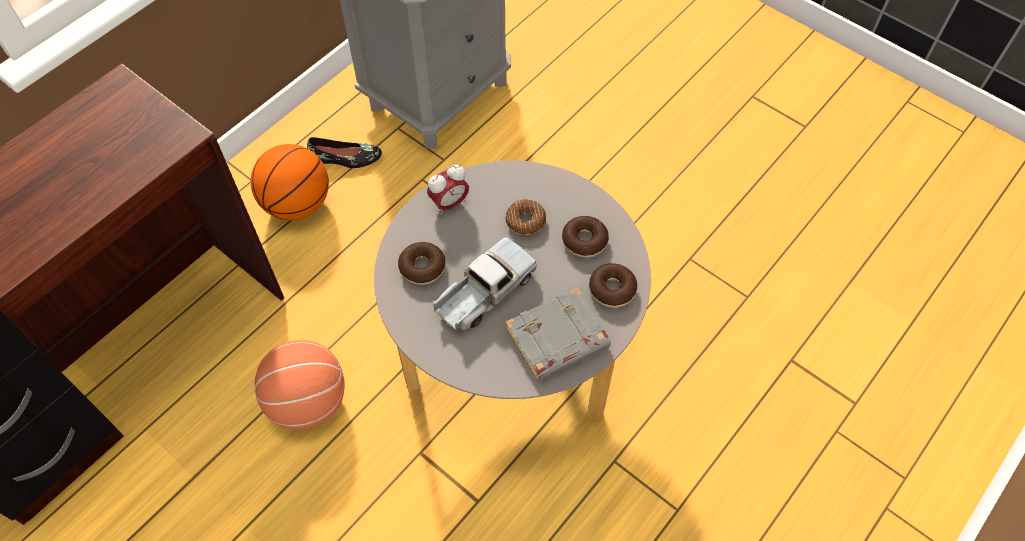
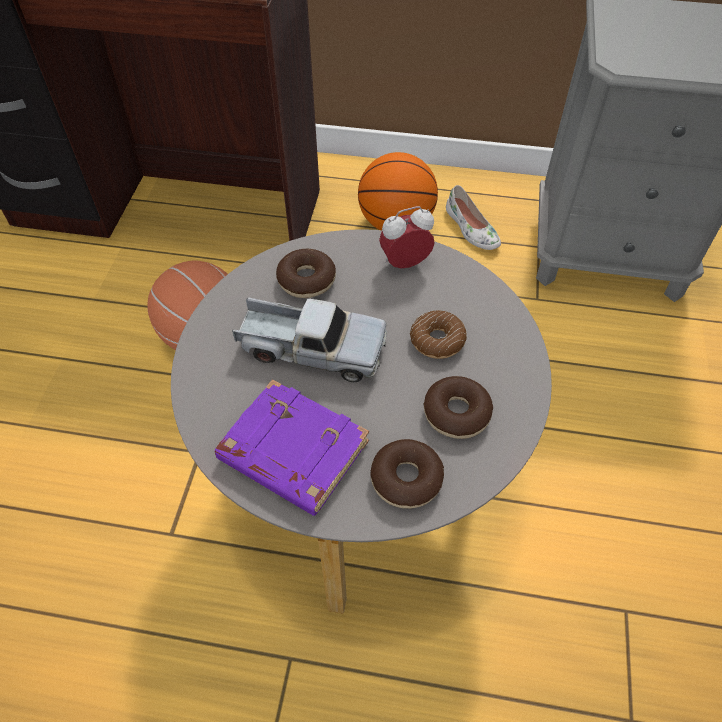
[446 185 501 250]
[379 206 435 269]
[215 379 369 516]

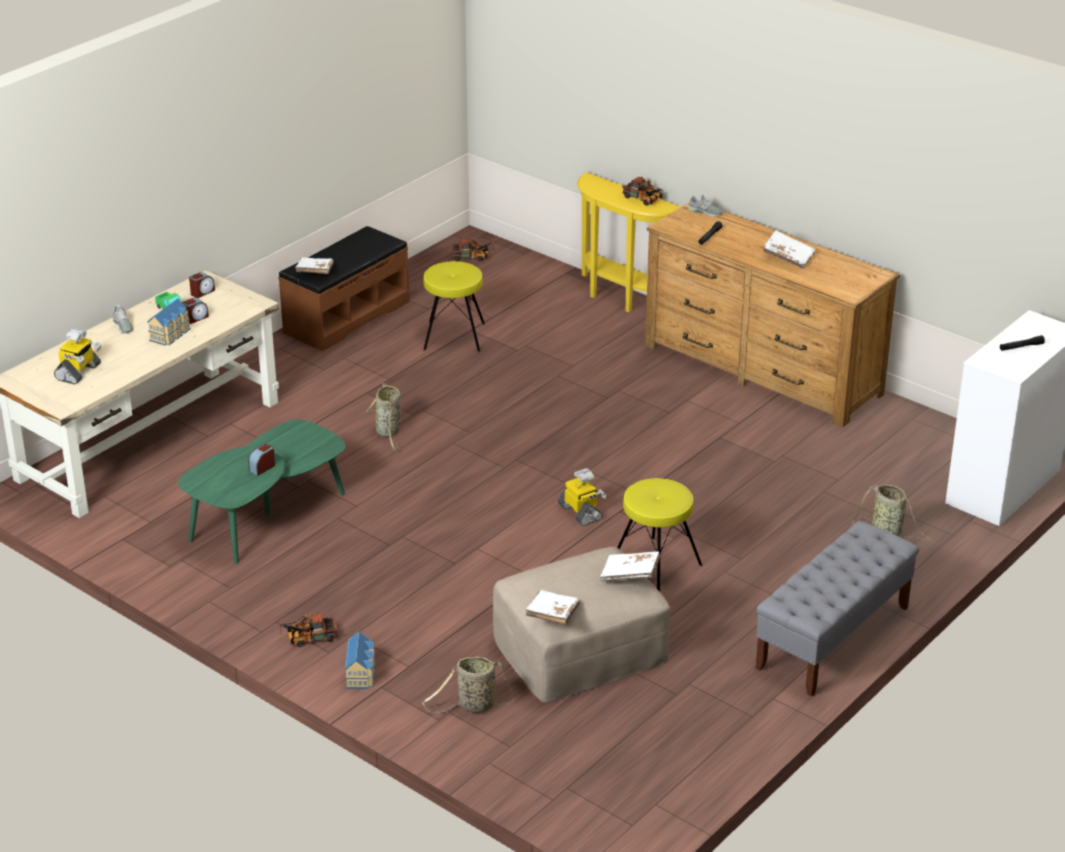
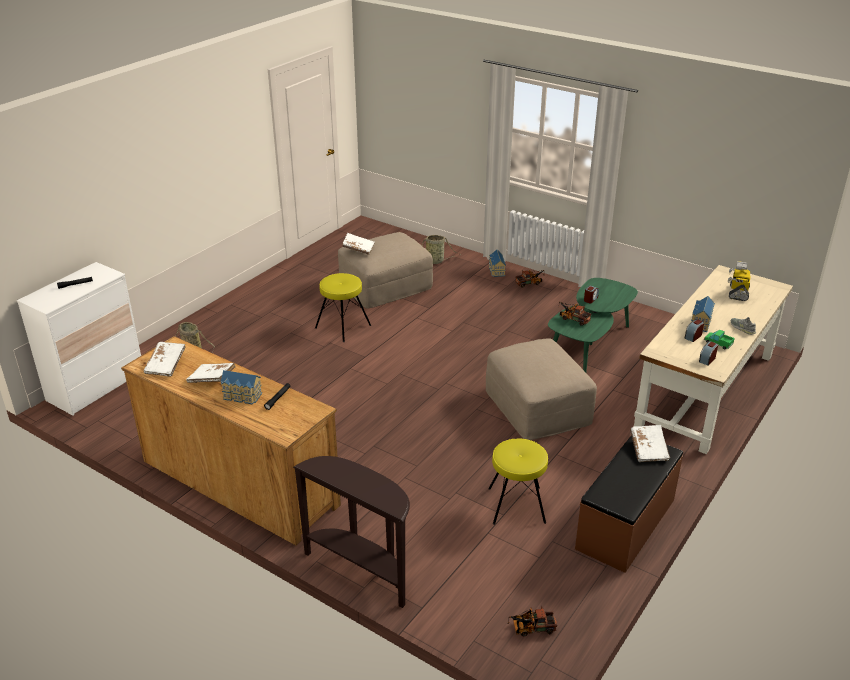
[293 456 410 608]
[558 302 591 326]
[688 195 723 216] (first image)
[486 338 597 440]
[558 468 606 526] (first image)
[756 521 919 697] (first image)
[144 342 186 377]
[221 370 262 404]

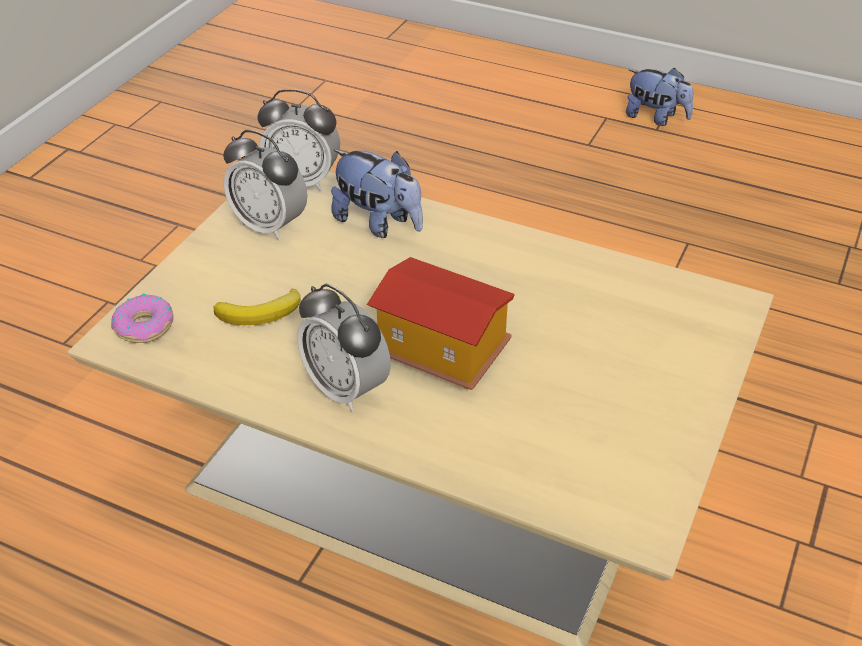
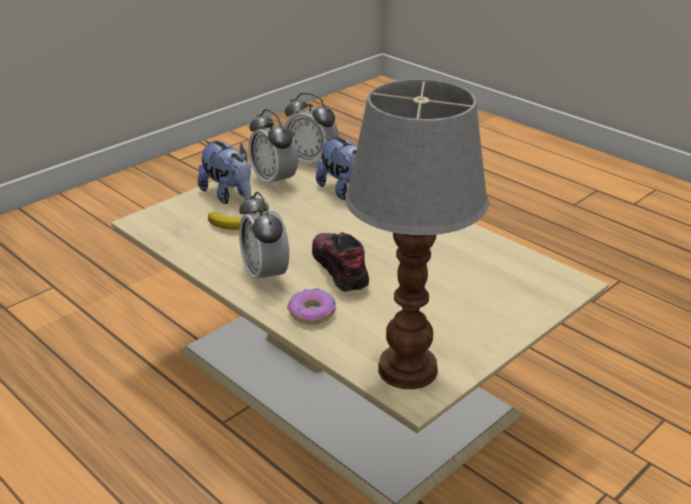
[198 140 251 204]
[312 232 369 292]
[287 288 336 325]
[345 79 489 389]

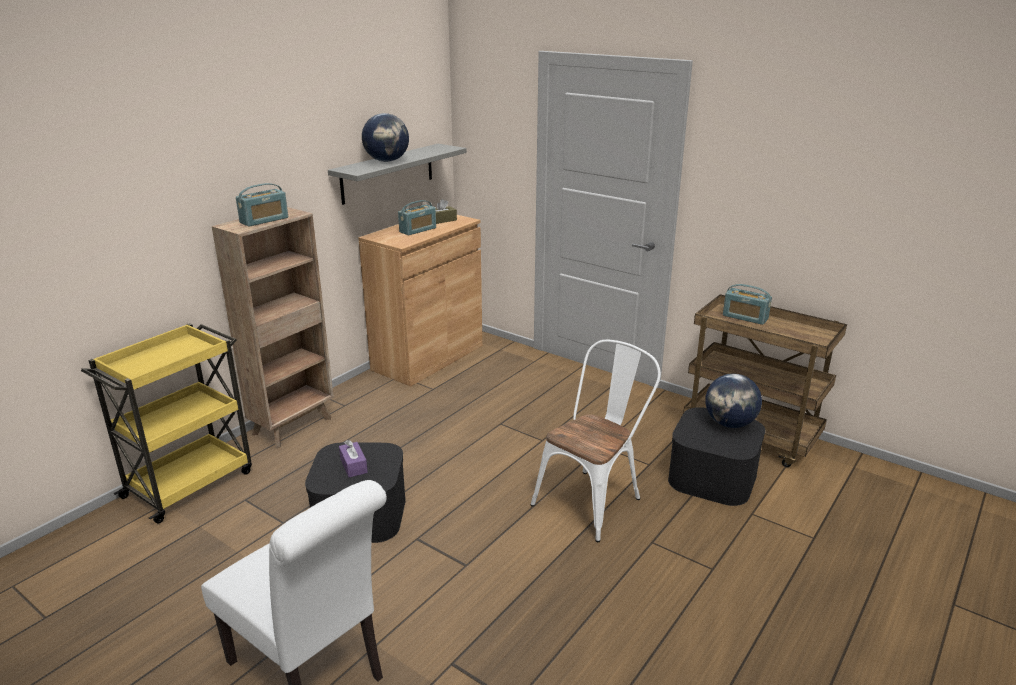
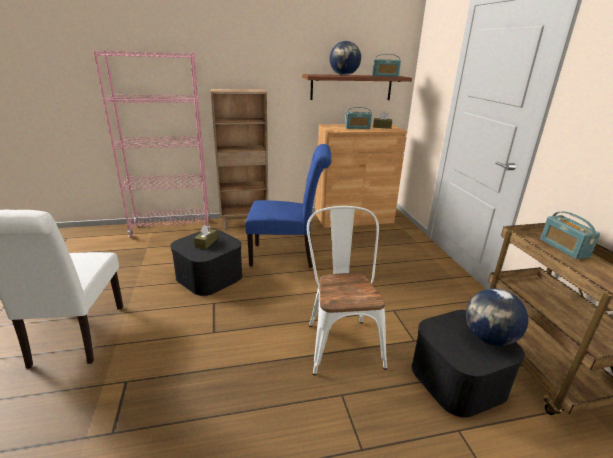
[302 74 412 100]
[372 54 401 77]
[93 50 210 238]
[307 206 387 375]
[194 225 217 249]
[245 144 331 268]

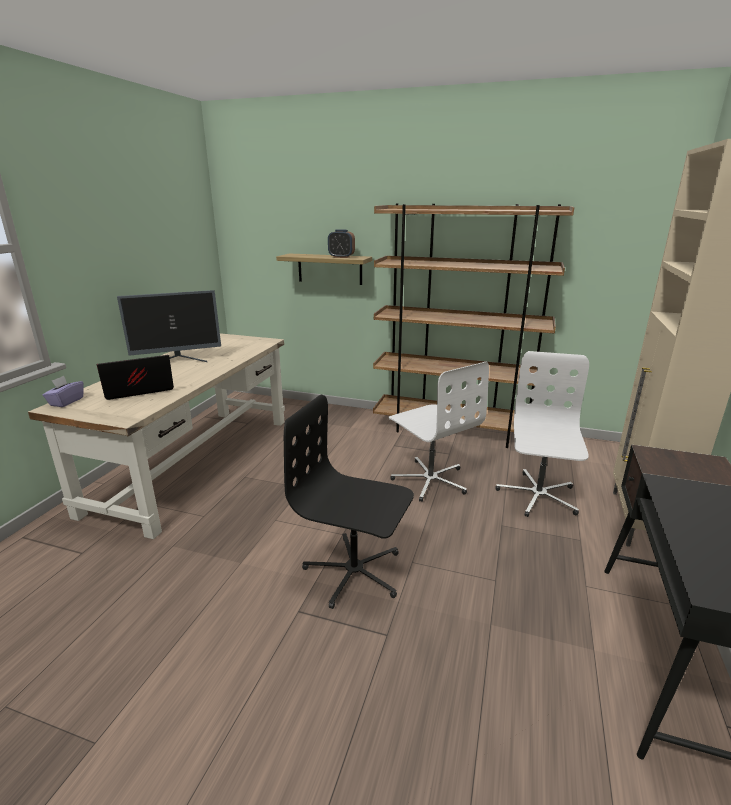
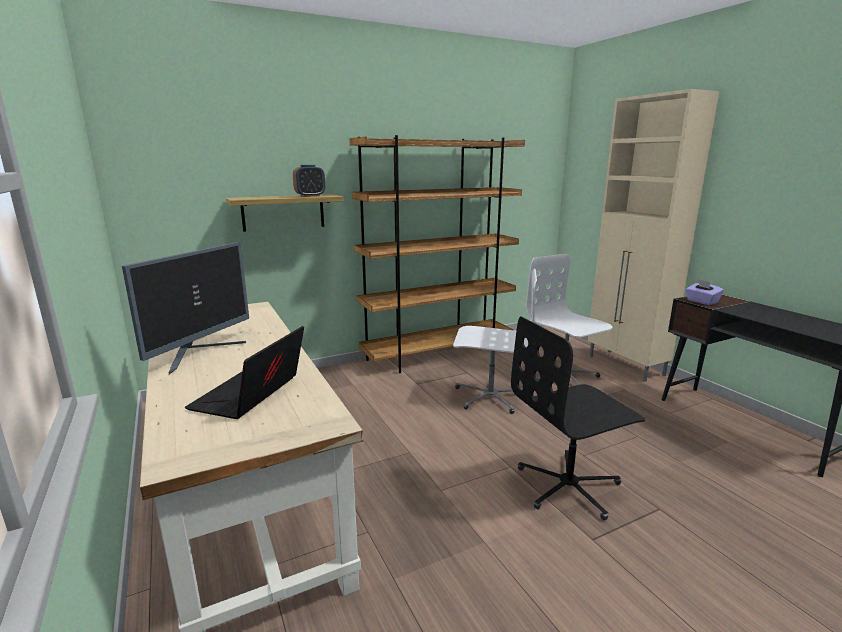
[686 279 724 305]

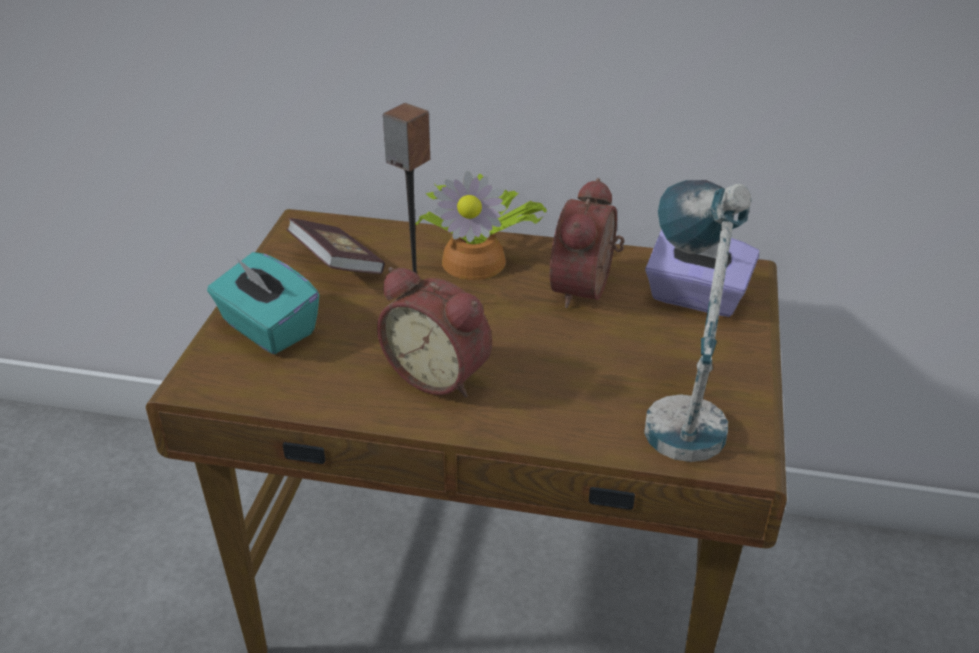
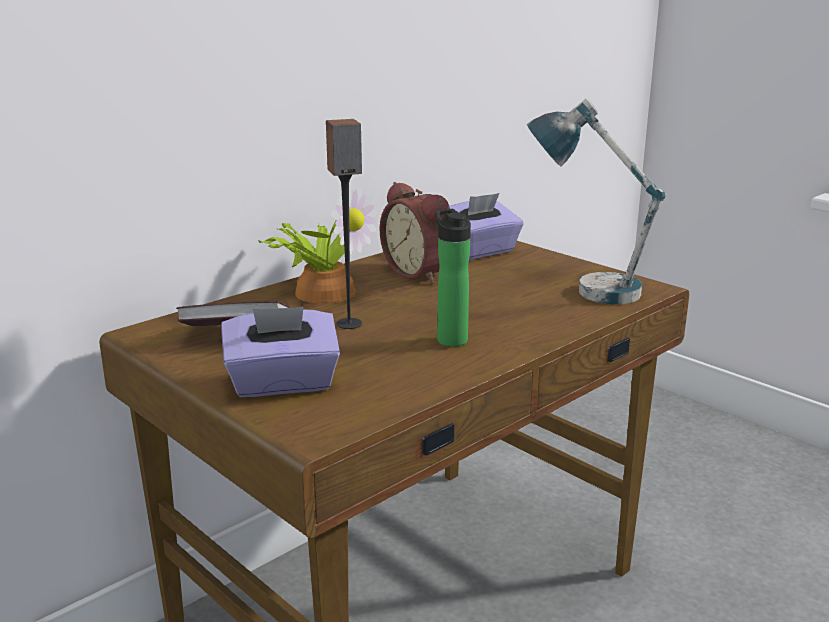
[221 307 340 397]
[435 209 471 347]

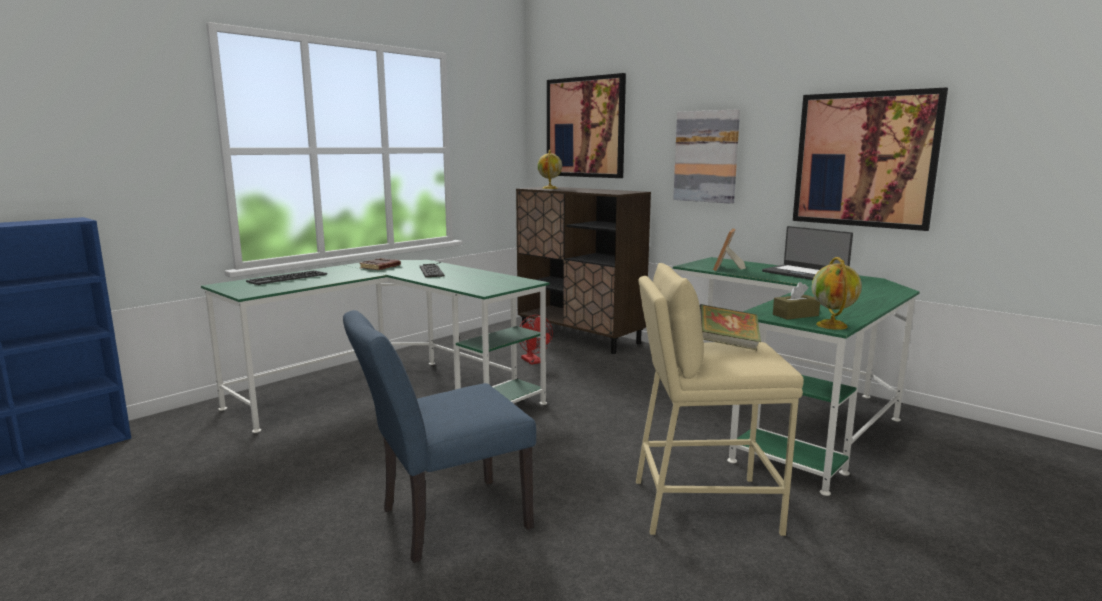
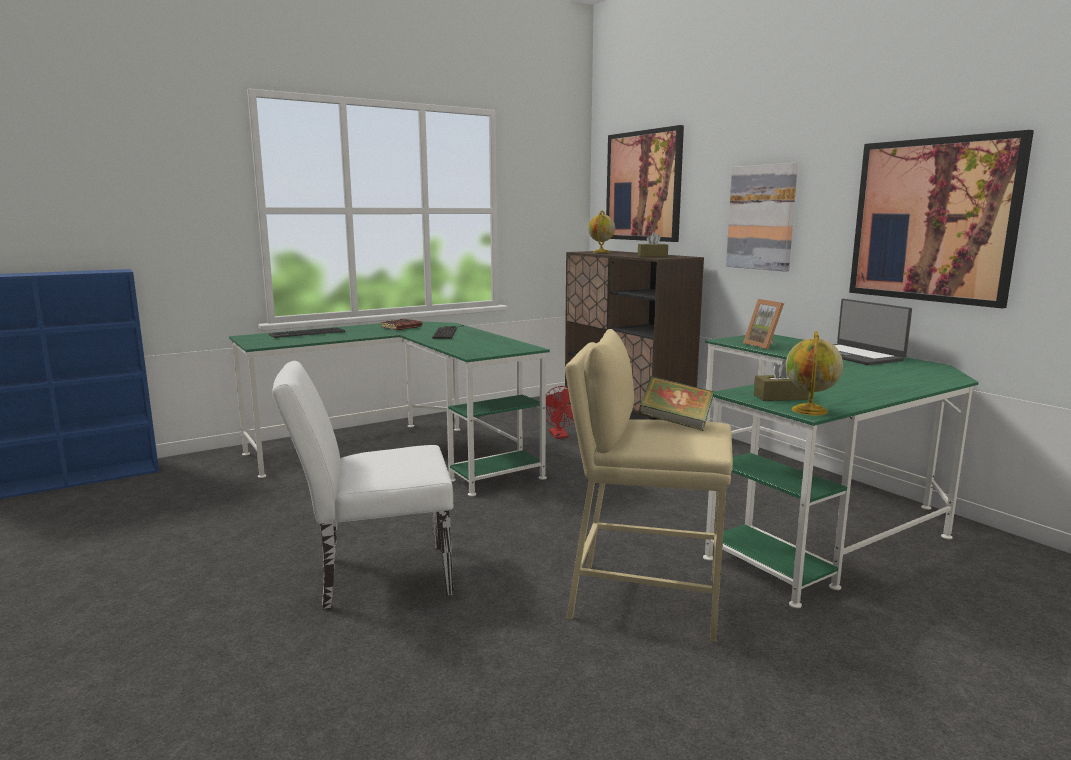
[743 299 784 349]
[272 361 454 610]
[638 232 668 257]

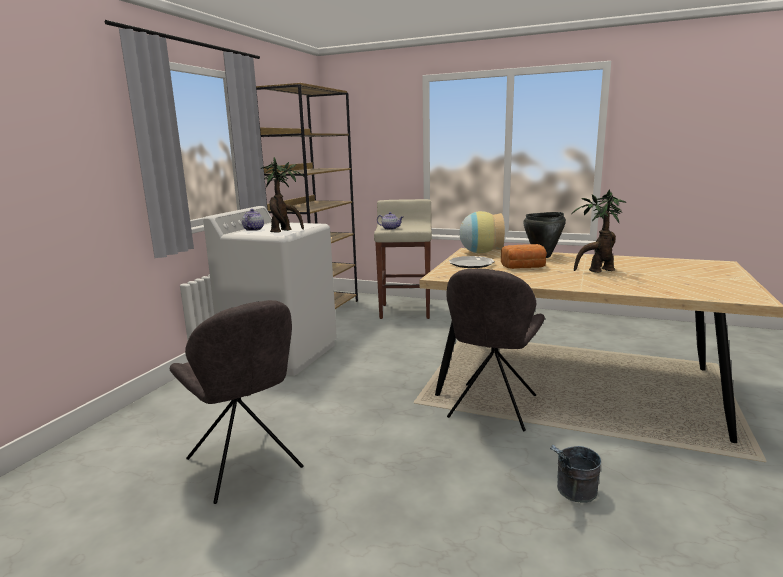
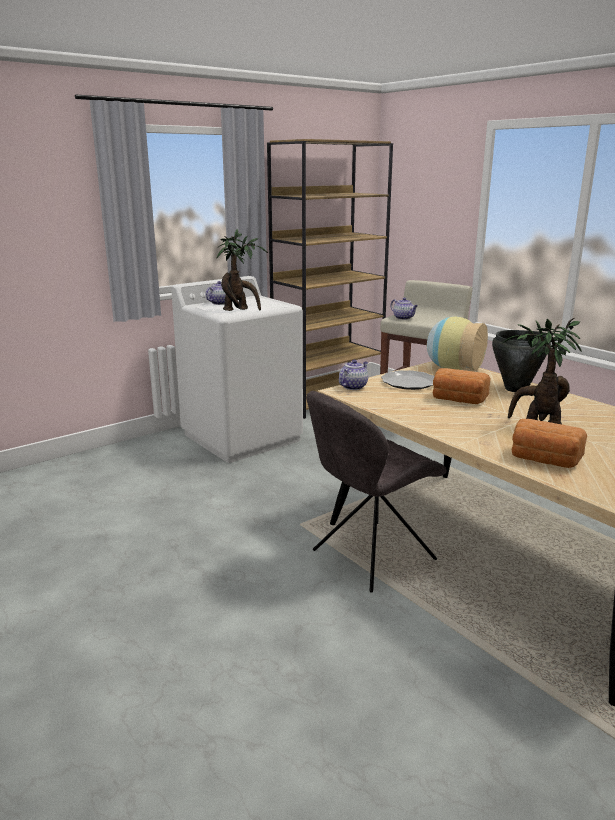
[170 300 304 504] (first image)
[550 445 601 503] (first image)
[339 360 368 390]
[512 419 587 468]

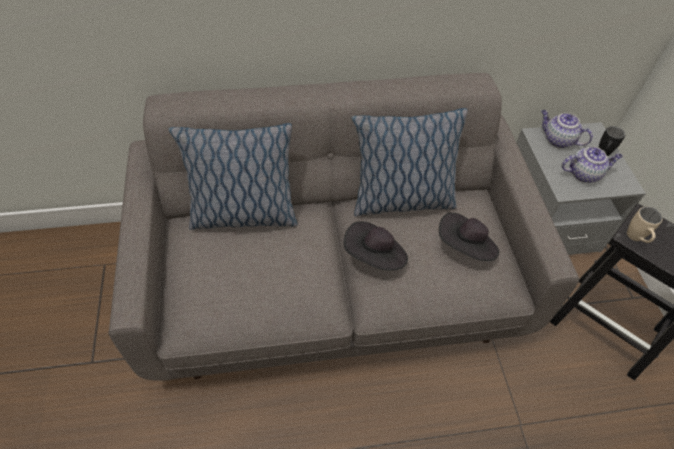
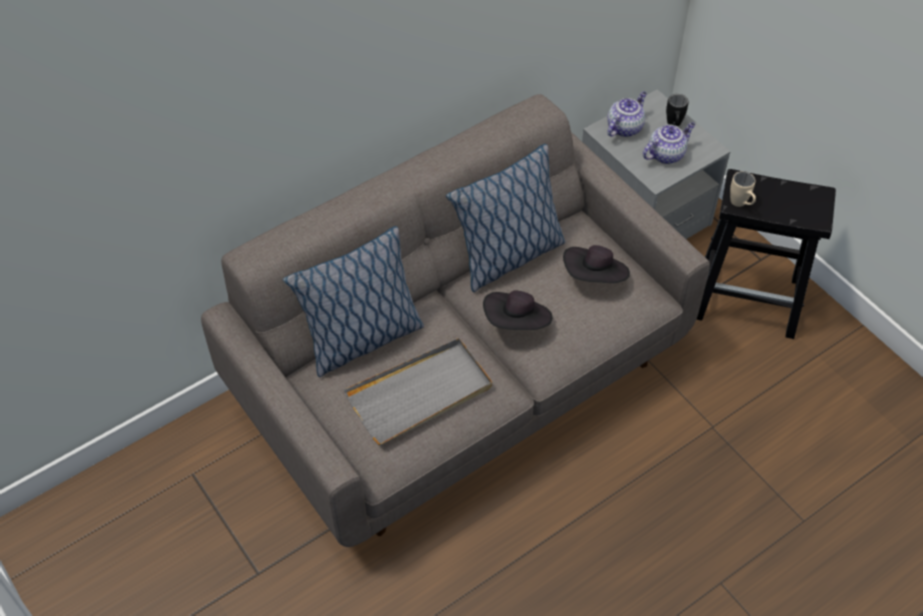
[607 92 647 137]
[344 338 492 445]

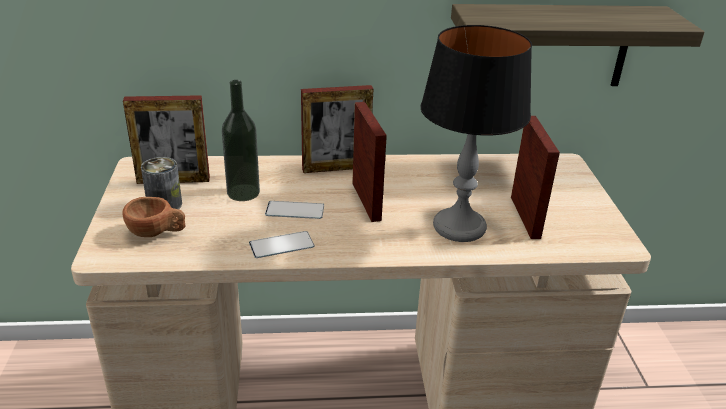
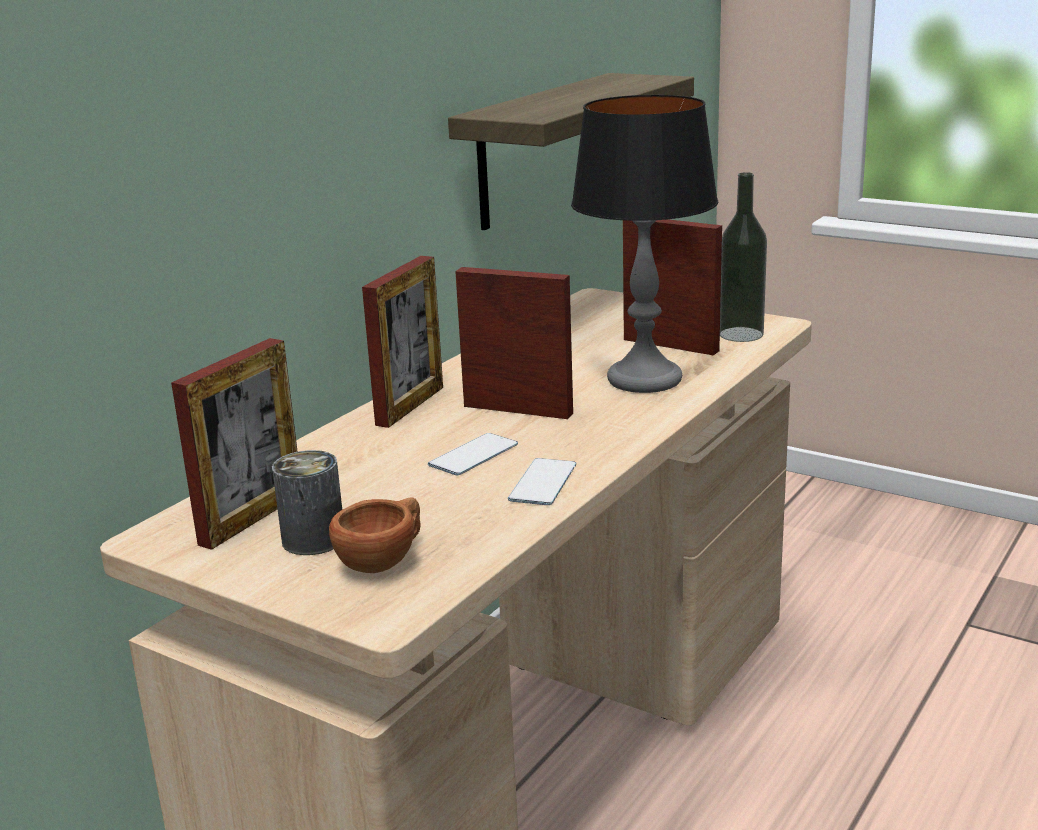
[720 172 767 342]

